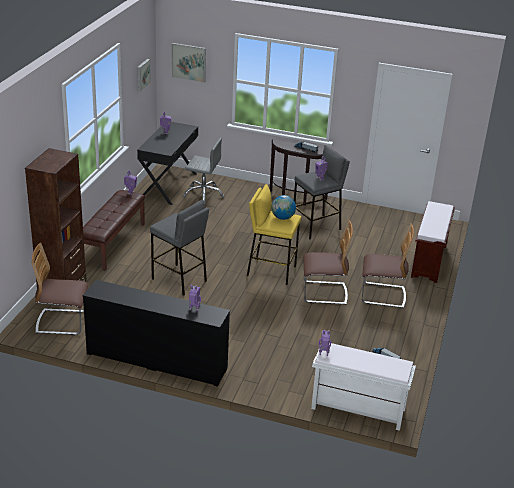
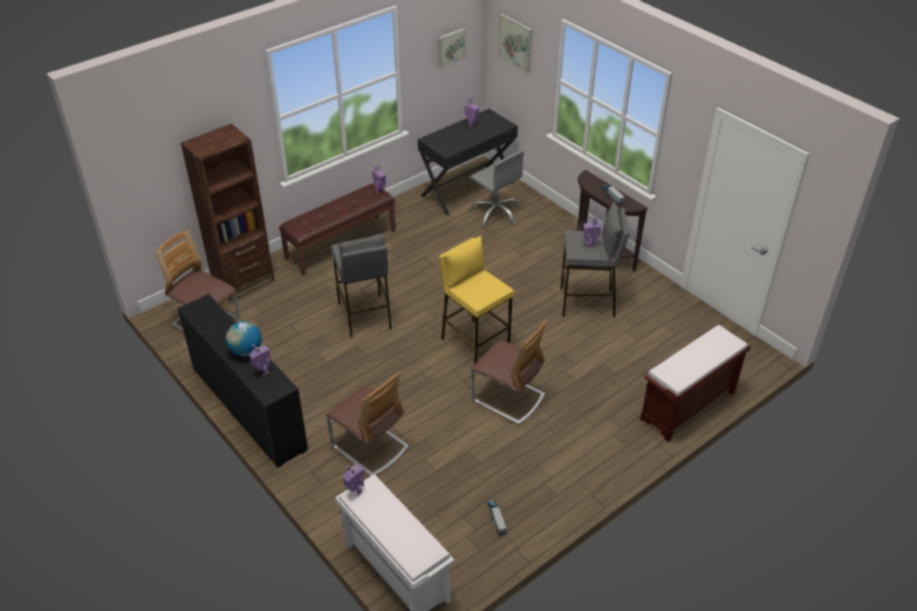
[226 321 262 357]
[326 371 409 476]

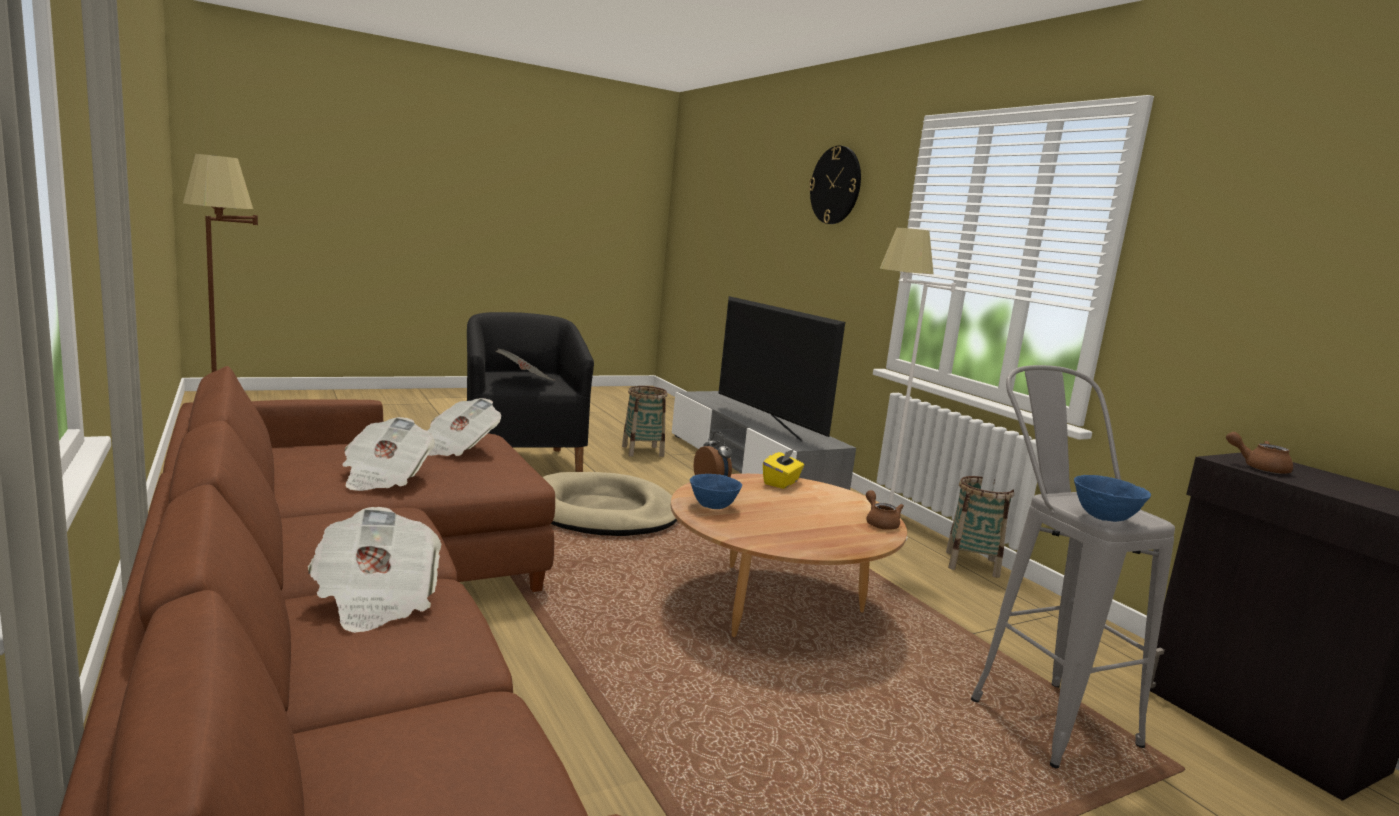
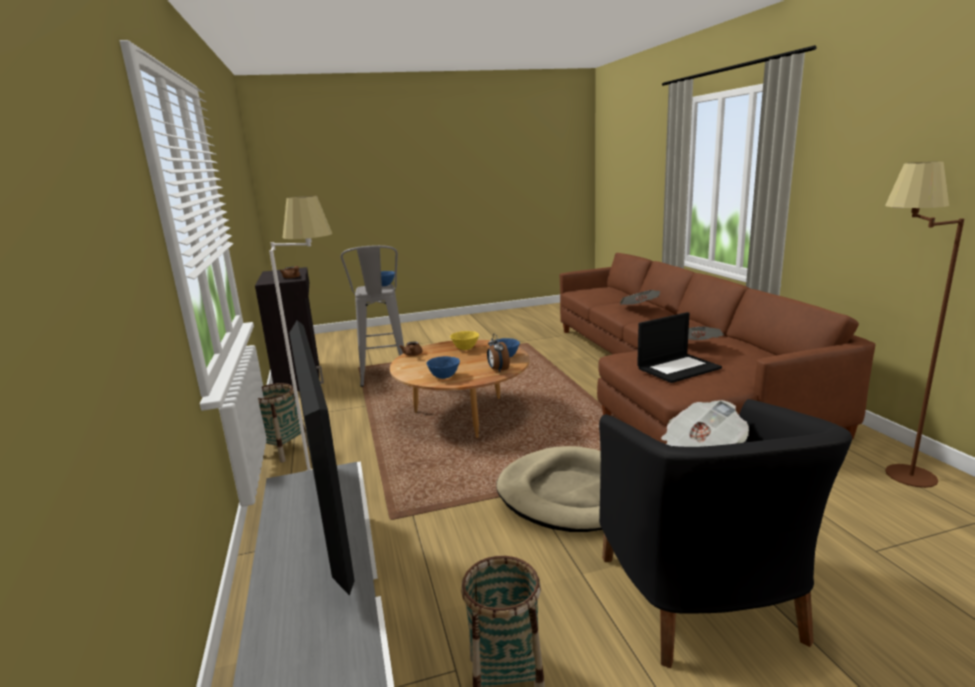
[809 146 861 224] (first image)
[637 312 722 383]
[426 356 460 379]
[450 331 479 350]

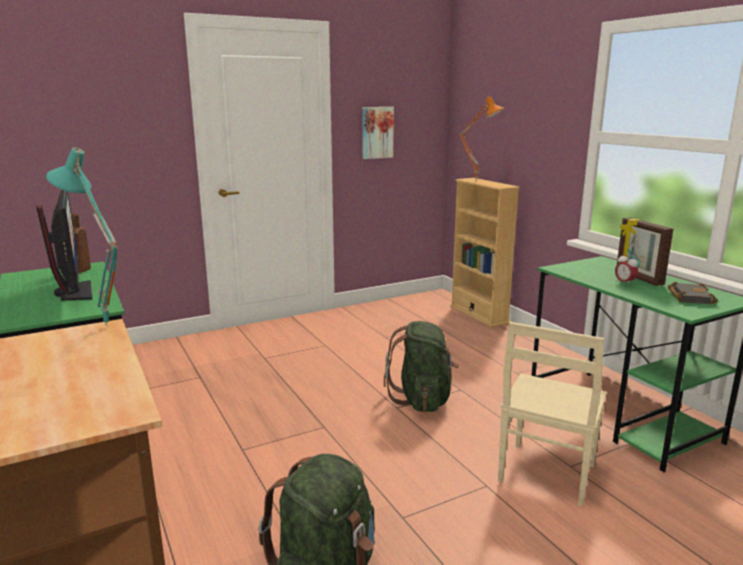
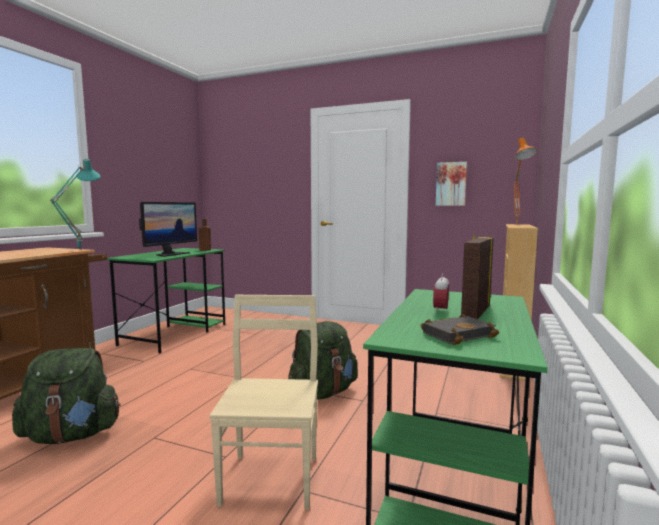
[209 295 318 510]

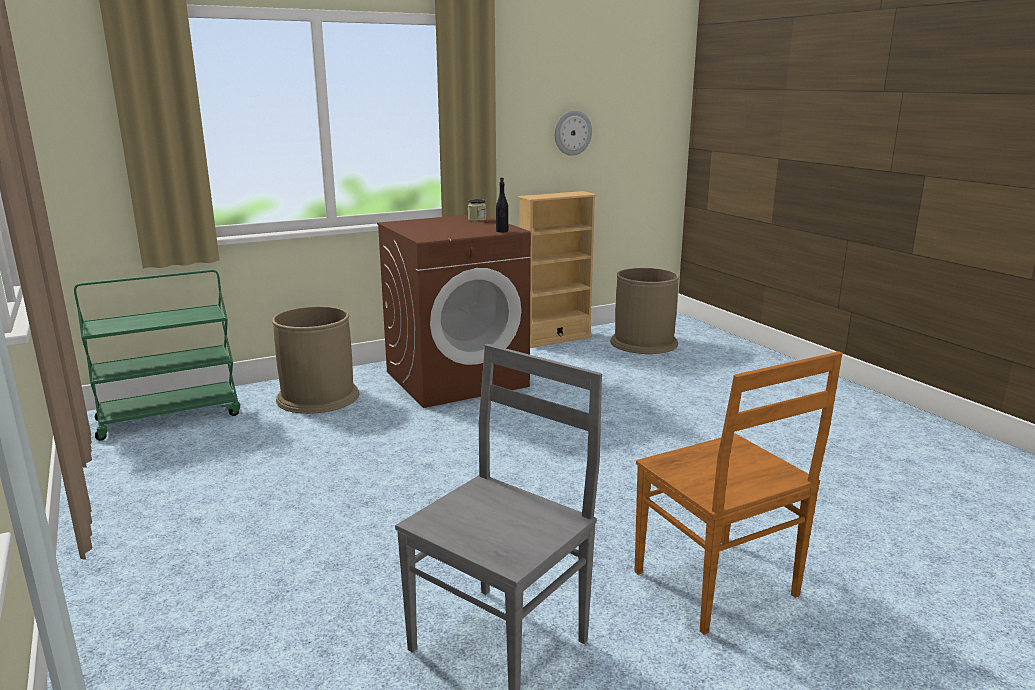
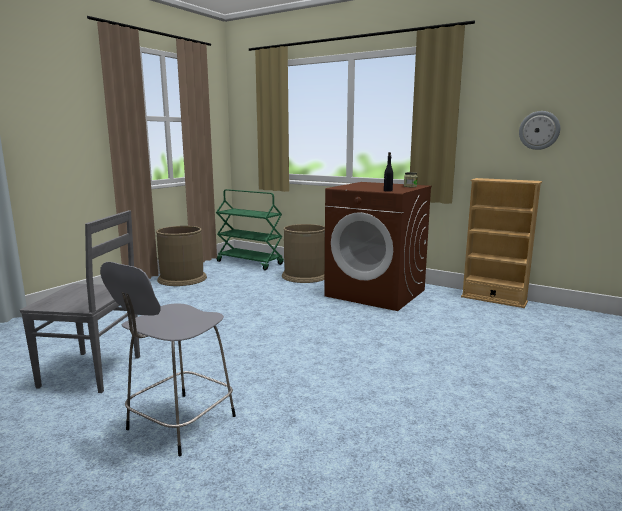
[156 226 207 286]
[100 262 236 456]

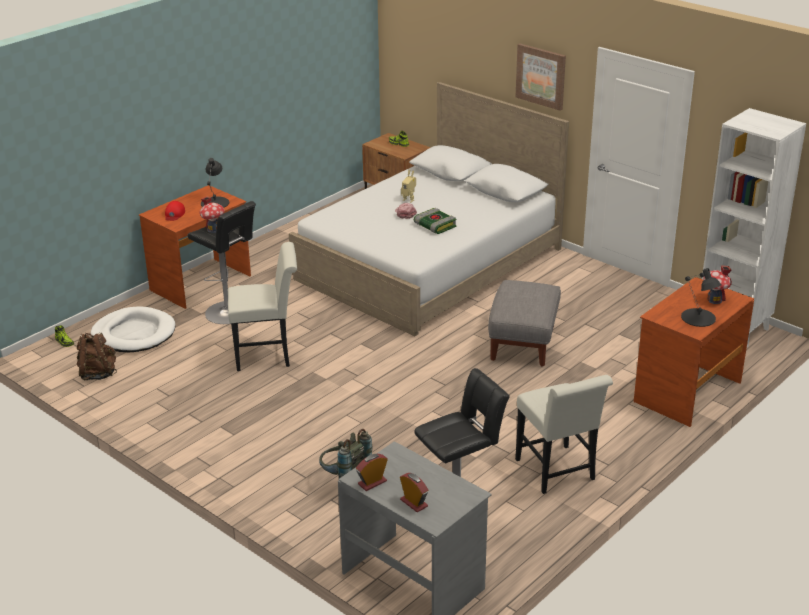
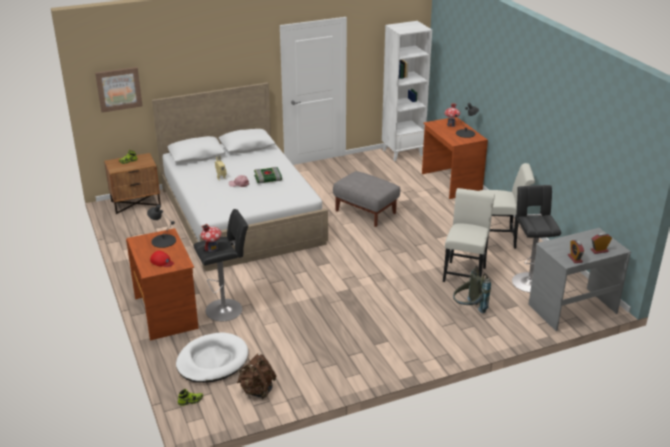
[95 67 143 113]
[443 188 495 282]

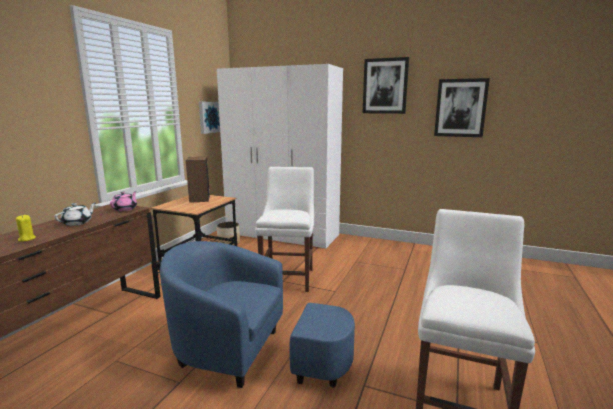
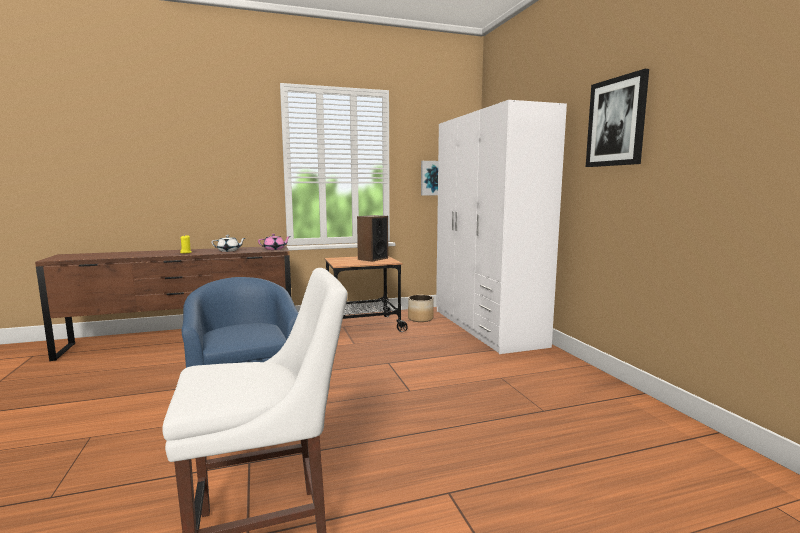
[434 78 490 137] (first image)
[255 167 315 292] (first image)

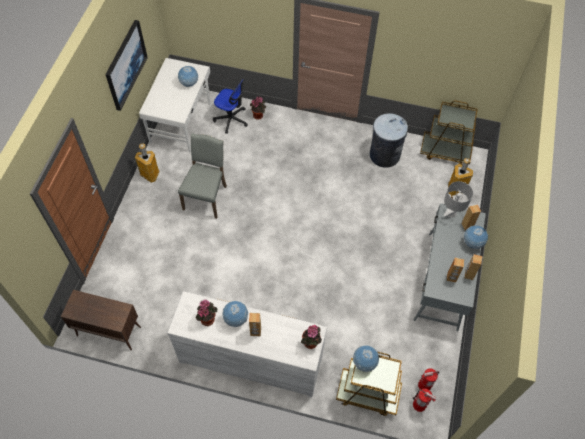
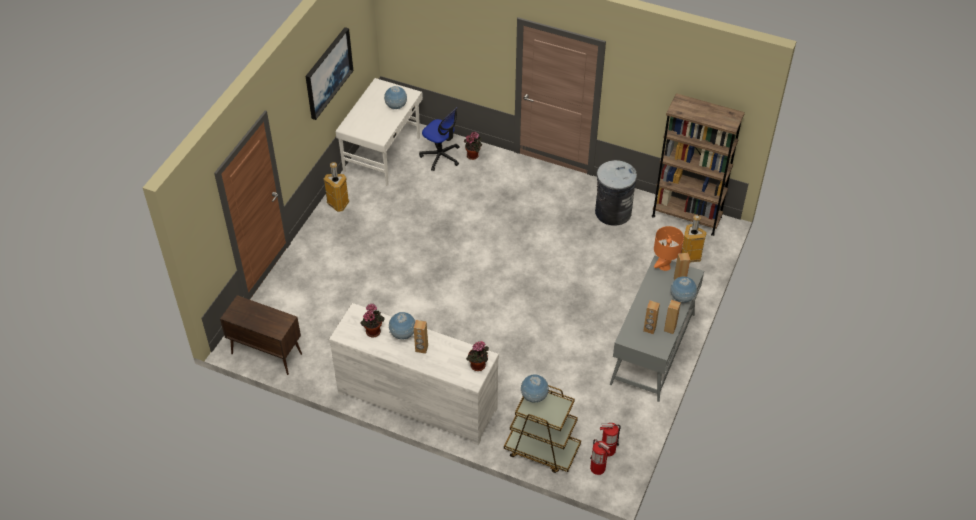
[652 93 745 236]
[178 133 227 219] (first image)
[654 226 684 271]

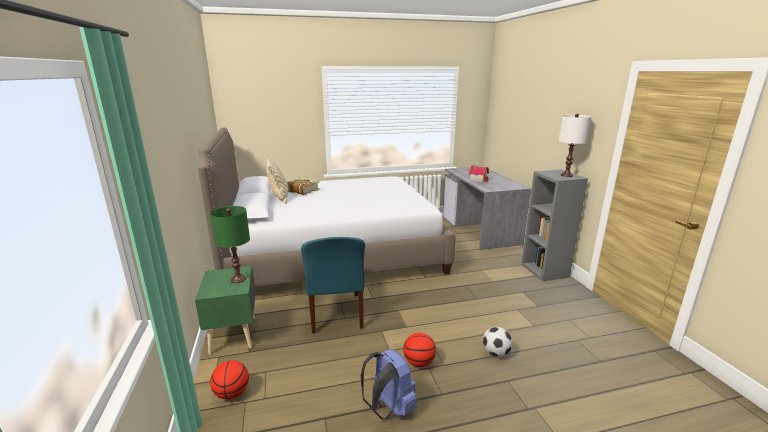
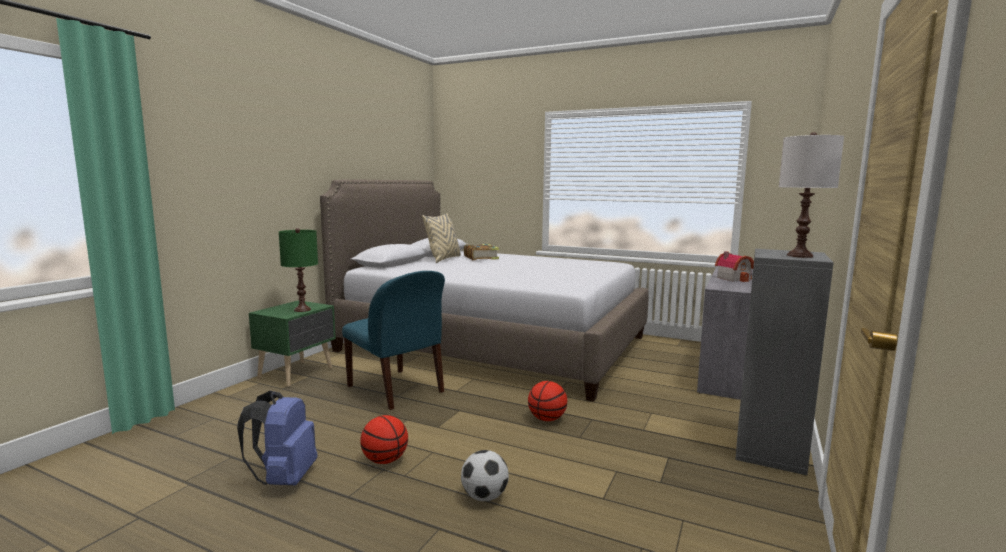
[342 271 445 410]
[528 381 567 421]

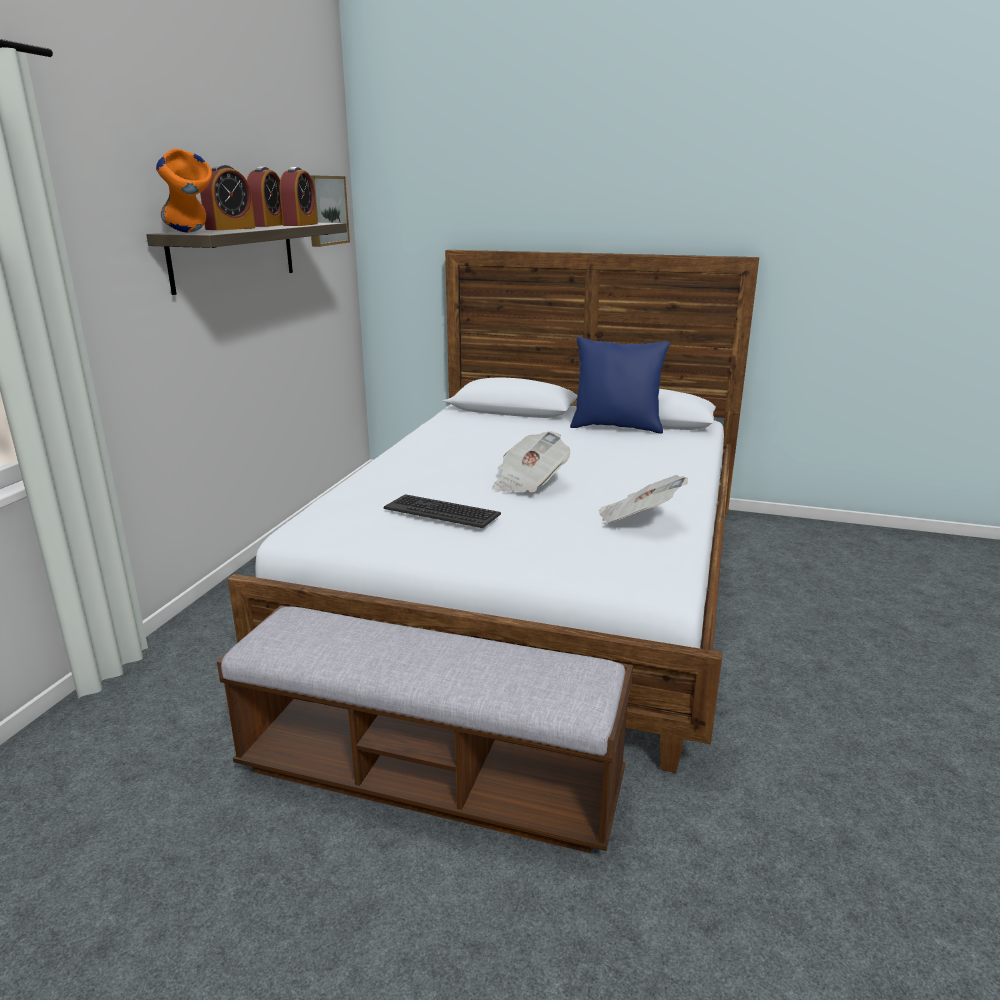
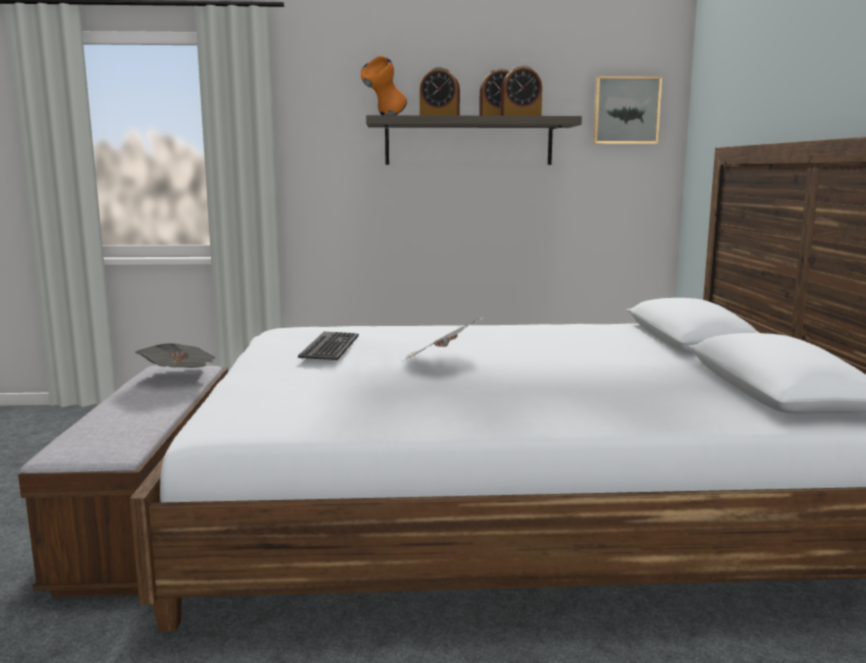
[570 337 670 434] (first image)
[135 343 215 368]

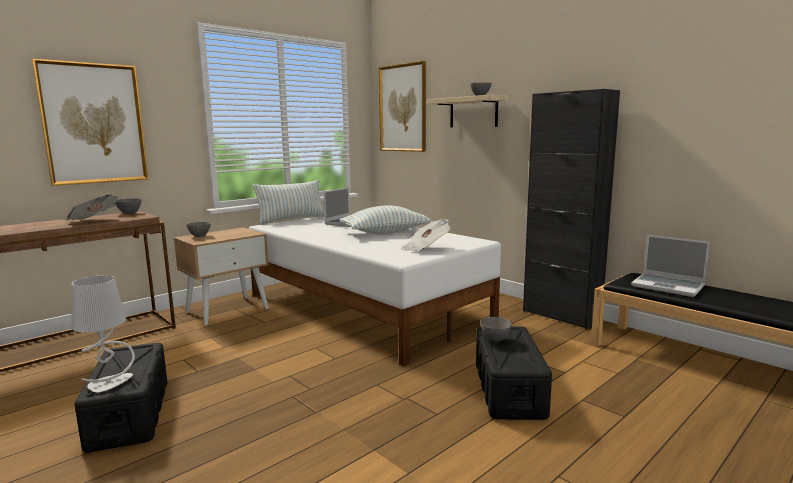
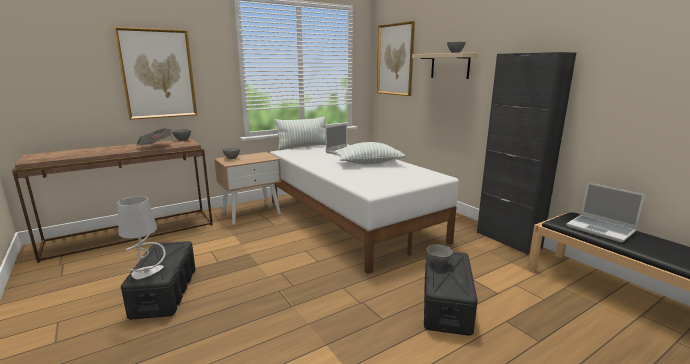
[401 219 450 251] (first image)

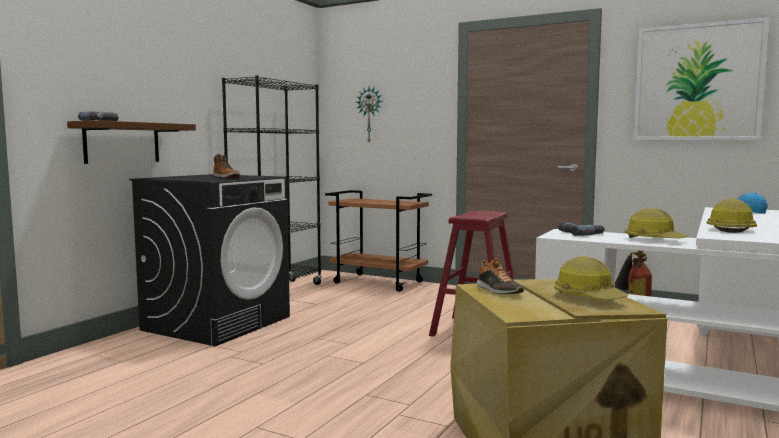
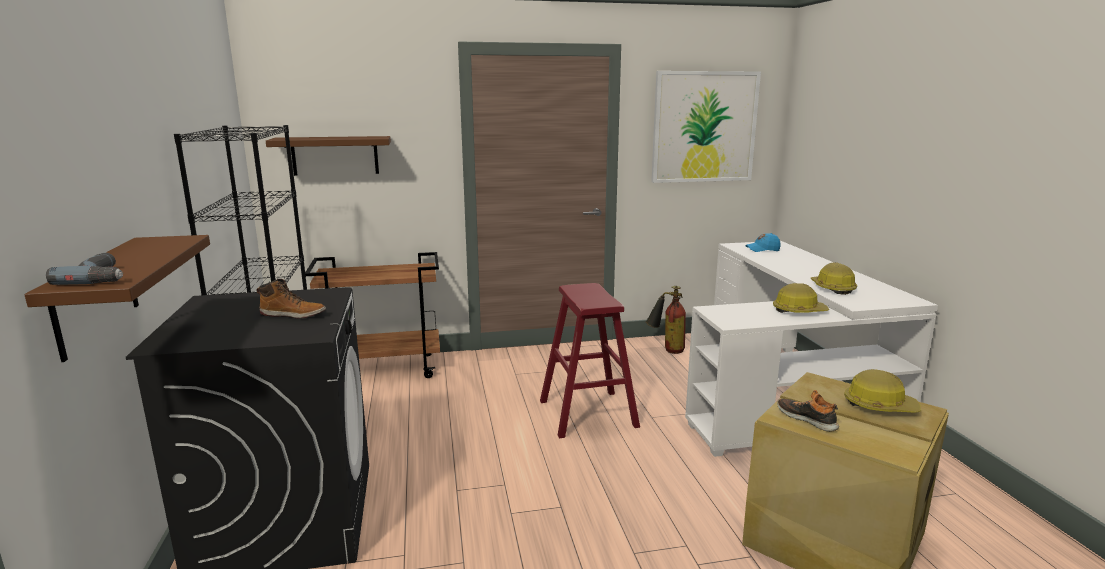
[266 136 391 176]
[558 222 605 236] (first image)
[777 390 839 432]

